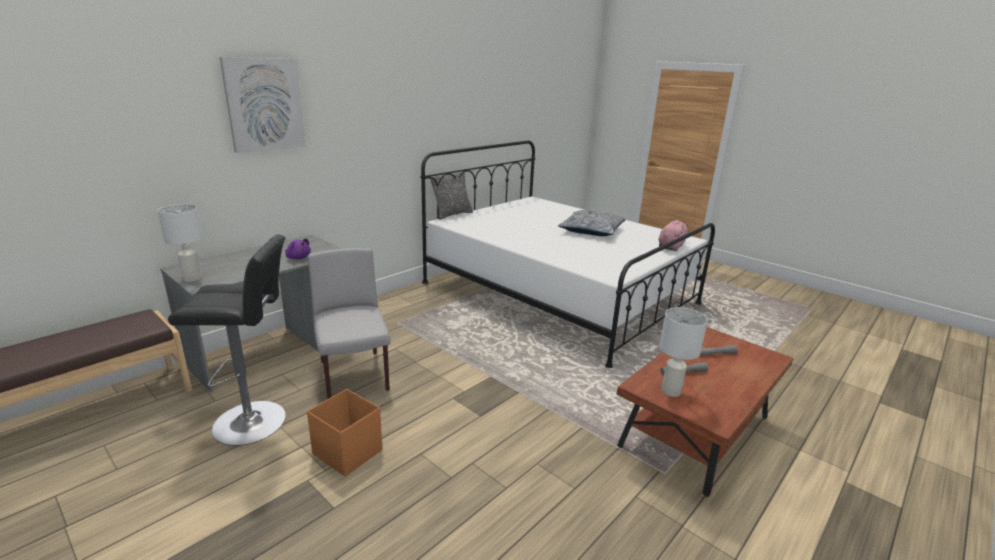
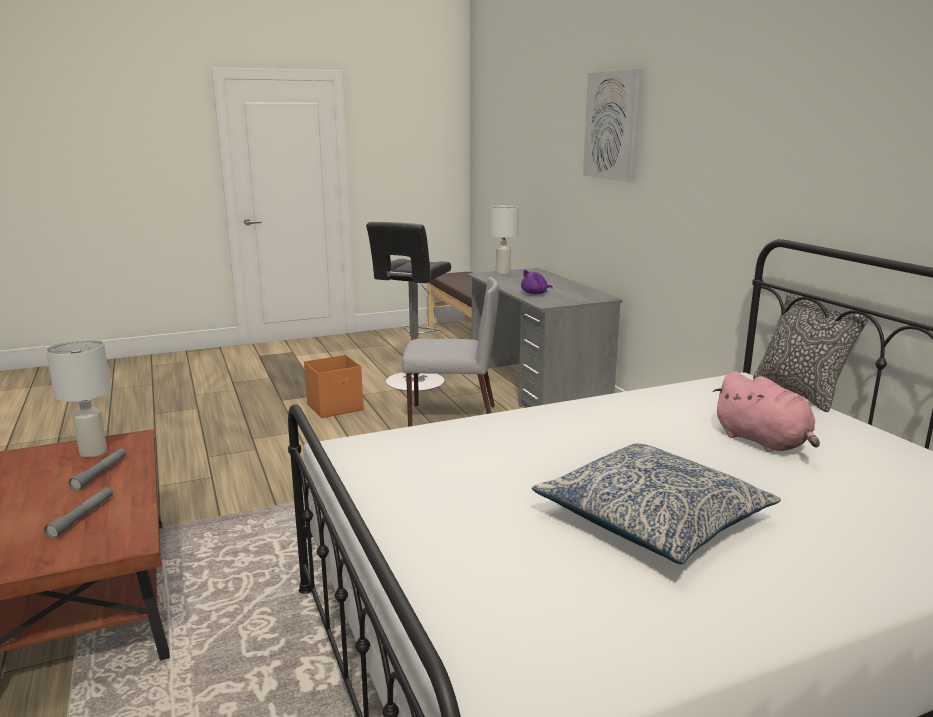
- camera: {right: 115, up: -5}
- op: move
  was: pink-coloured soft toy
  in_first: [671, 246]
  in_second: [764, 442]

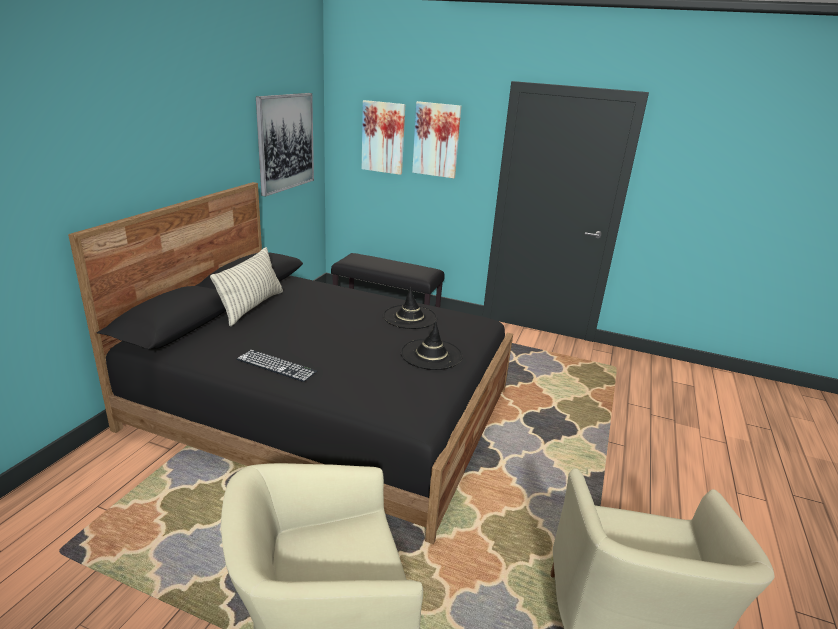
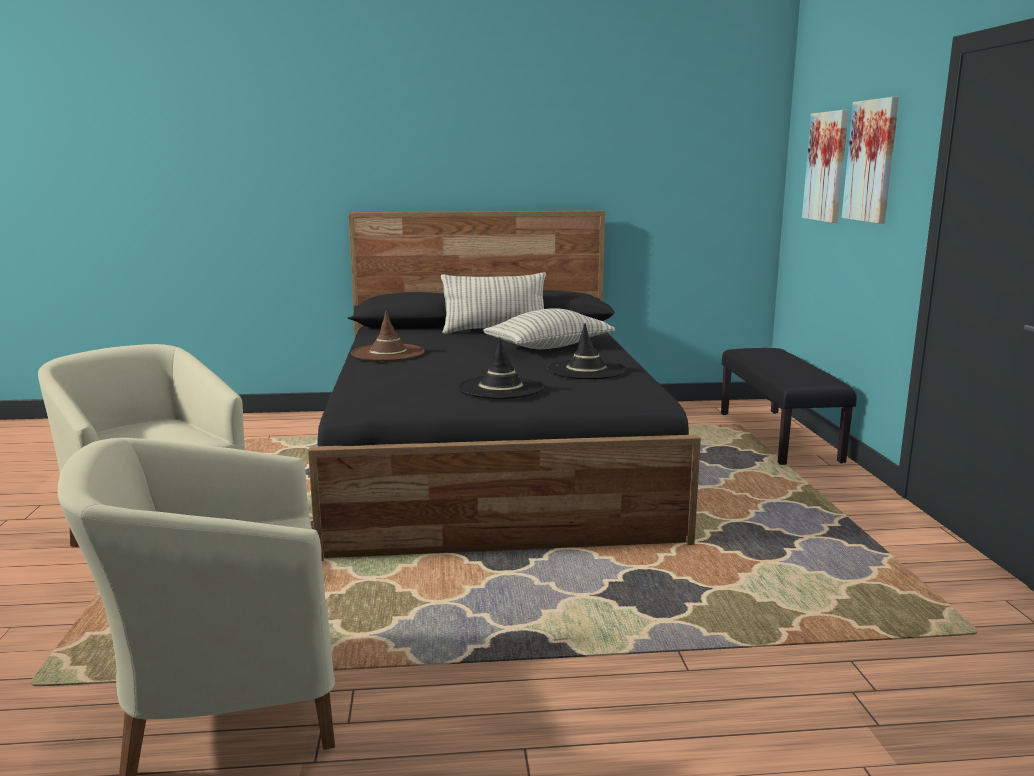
- camera: {right: 65, up: -10}
- op: delete
  was: picture
  in_first: [285, 142]
- op: replace
  was: keyboard
  now: brown hat
  in_first: [276, 365]
  in_second: [388, 353]
- op: insert
  now: cushion
  in_second: [549, 347]

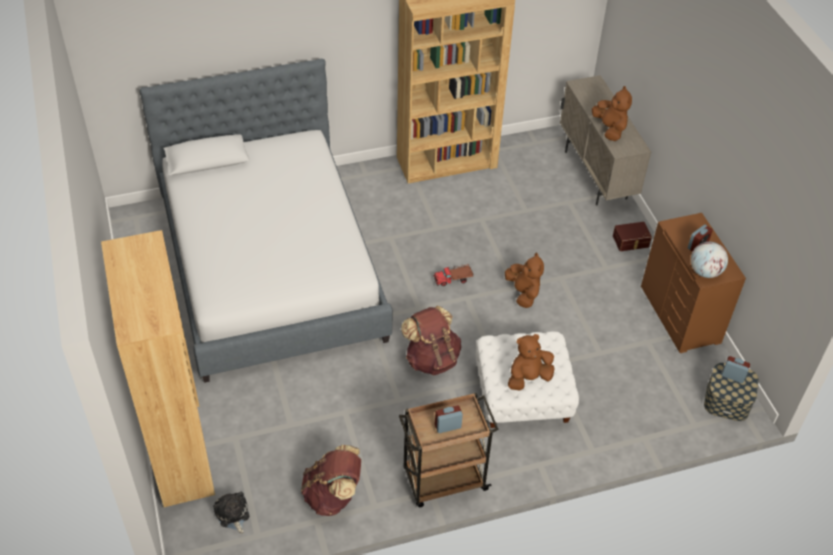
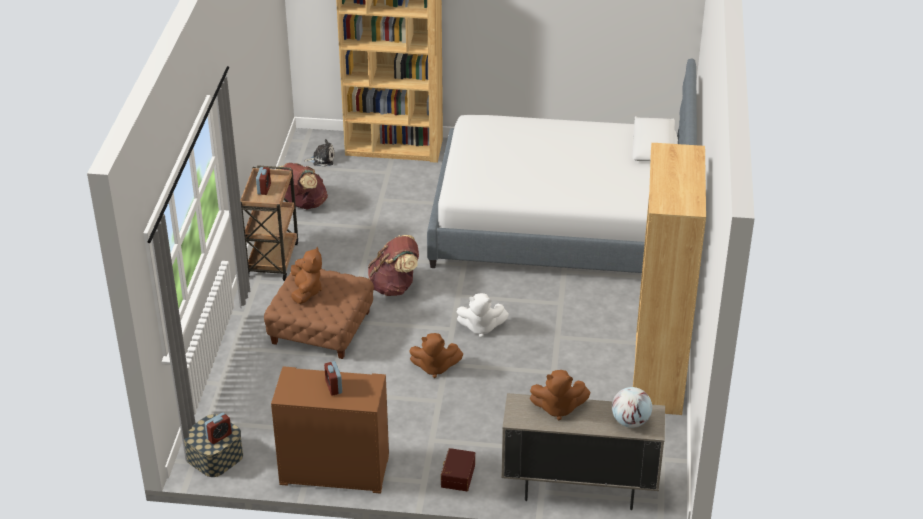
- camera: {right: 115, up: -10}
- op: move
  was: globe
  in_first: [705, 272]
  in_second: [630, 421]
- op: replace
  was: toy truck
  now: white-coloured soft toy
  in_first: [453, 279]
  in_second: [481, 327]
- op: recolor
  was: white-coloured ottoman
  now: brown ottoman
  in_first: [523, 392]
  in_second: [321, 328]

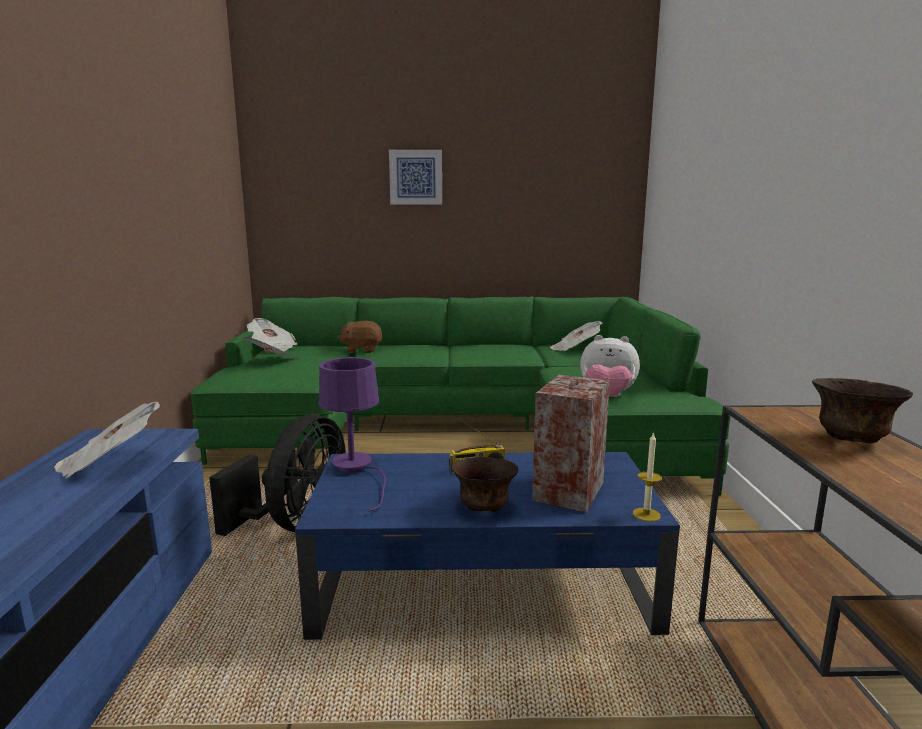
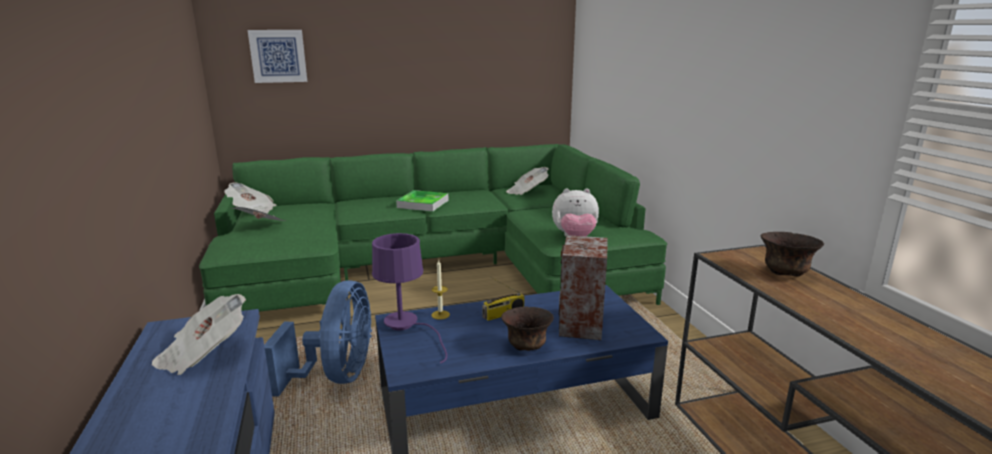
- camera: {right: -15, up: 5}
- op: move
  was: picture
  in_first: [416, 177]
  in_second: [278, 56]
- op: delete
  was: brown soft toy
  in_first: [362, 350]
- op: recolor
  was: black fan
  now: bluish fan
  in_first: [296, 524]
  in_second: [337, 376]
- op: move
  was: candle
  in_first: [646, 514]
  in_second: [440, 315]
- op: insert
  now: tray
  in_second: [423, 204]

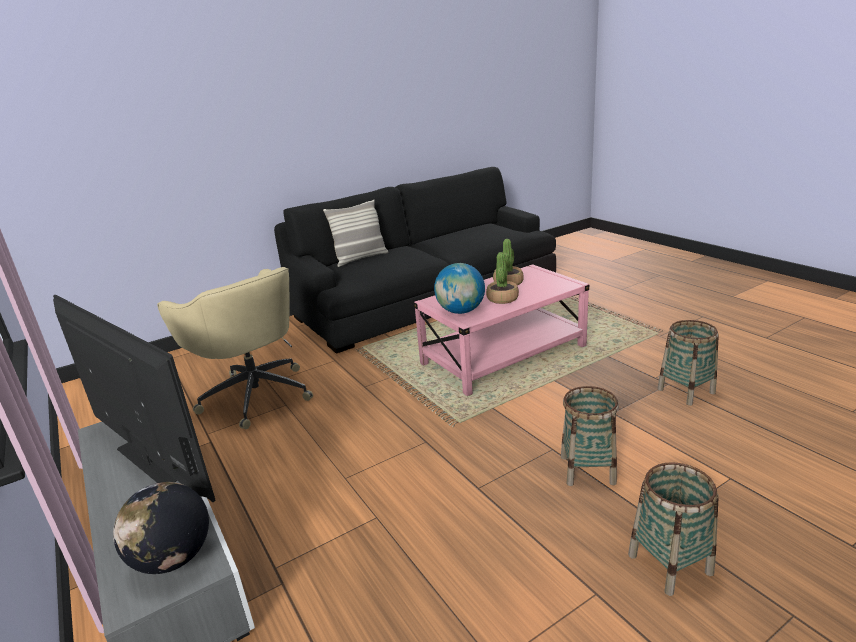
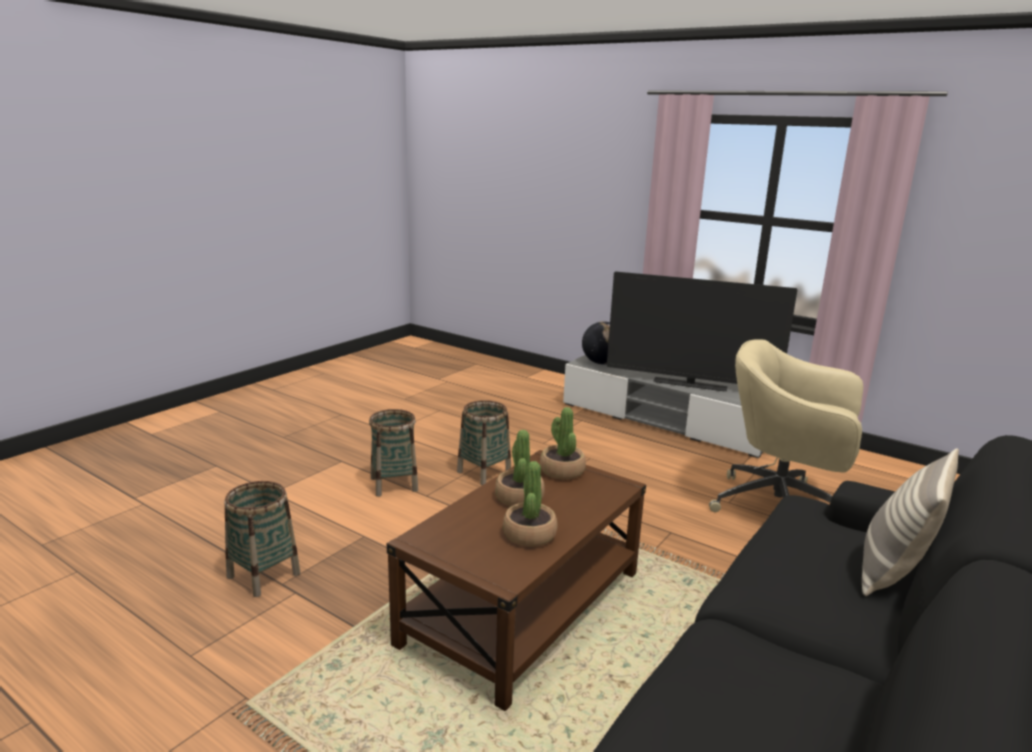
- camera: {right: 155, up: -5}
- op: replace
  was: globe
  now: houseplant
  in_first: [461, 311]
  in_second: [562, 471]
- op: recolor
  was: pink-coloured lounge table
  now: brown lounge table
  in_first: [503, 355]
  in_second: [523, 607]
- op: move
  was: household basket
  in_first: [670, 564]
  in_second: [483, 472]

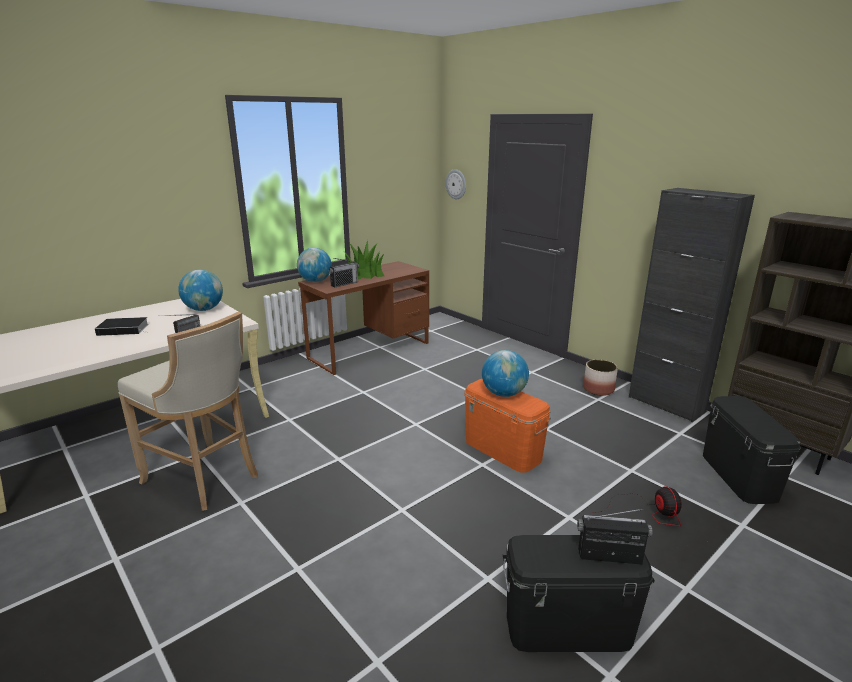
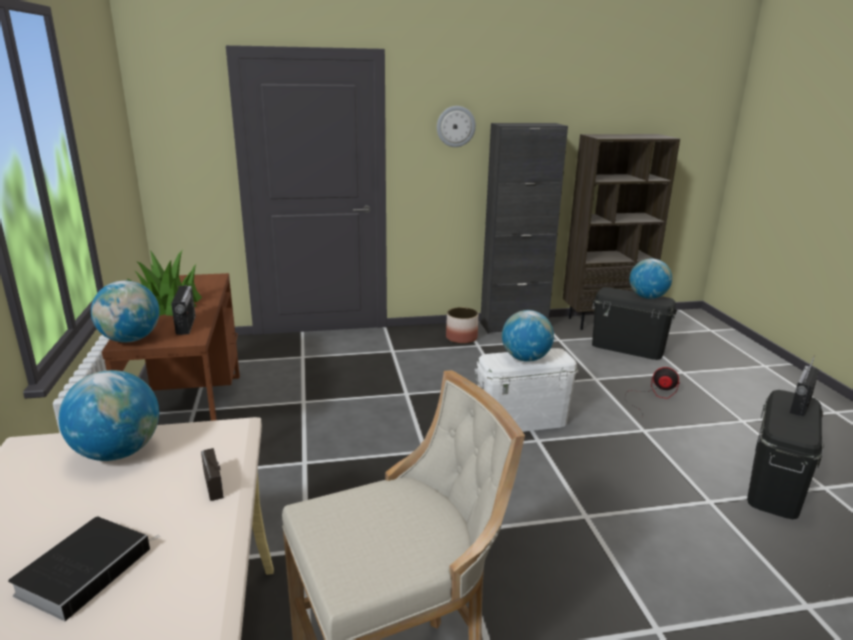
- camera: {right: -60, up: 0}
- op: move
  was: clock on the wall
  in_first: [456, 184]
  in_second: [455, 126]
- op: recolor
  was: orange-coloured storage bin
  now: white-coloured storage bin
  in_first: [503, 450]
  in_second: [522, 420]
- op: insert
  now: globe
  in_second: [647, 297]

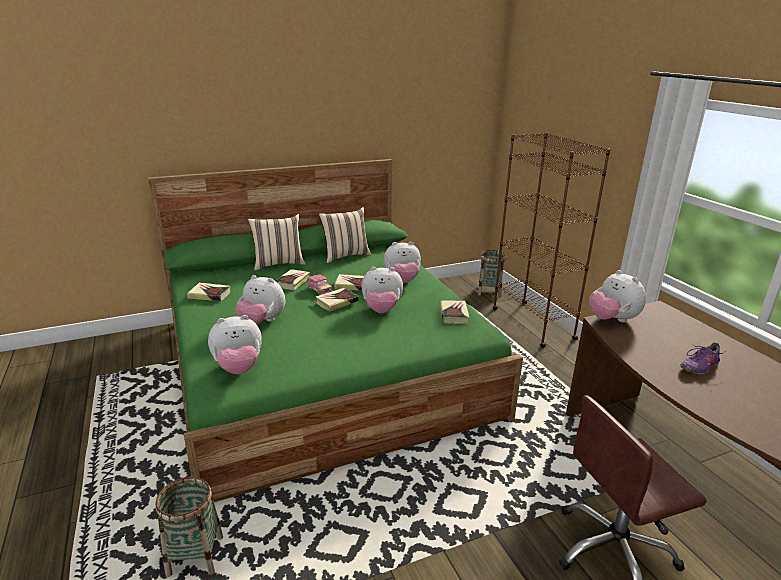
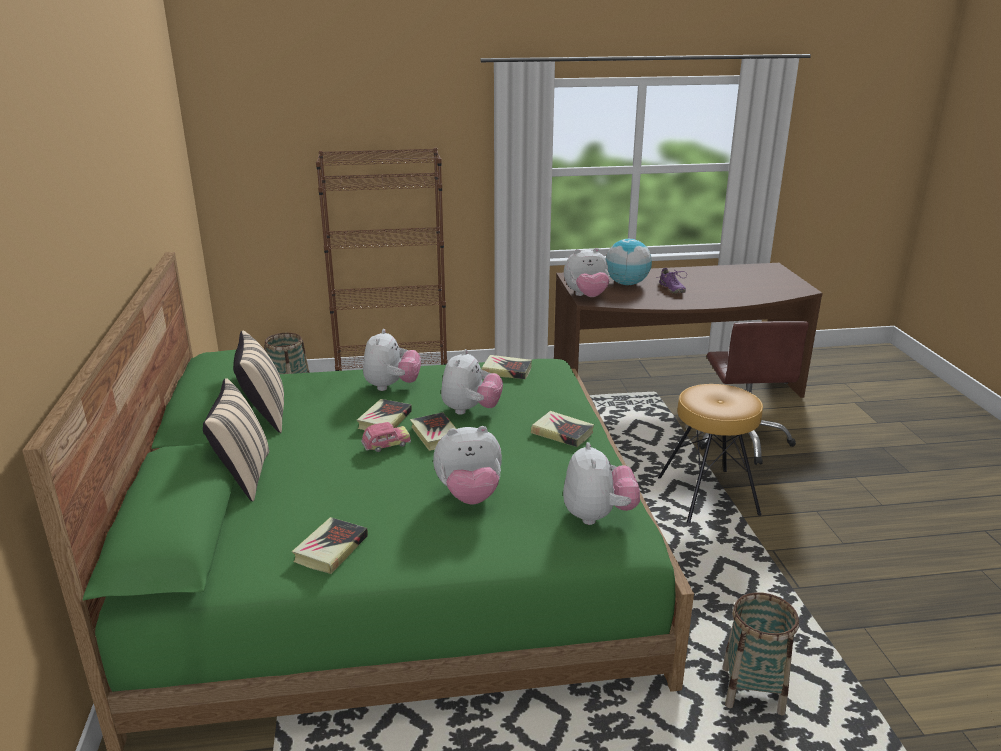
- camera: {right: -75, up: 0}
- op: move
  was: volume
  in_first: [292, 282]
  in_second: [562, 433]
- op: rotate
  was: soft toy
  in_first: [262, 322]
  in_second: [469, 496]
  clockwise: 45
- op: insert
  now: globe
  in_second: [626, 284]
- op: insert
  now: brown stool seat
  in_second: [708, 495]

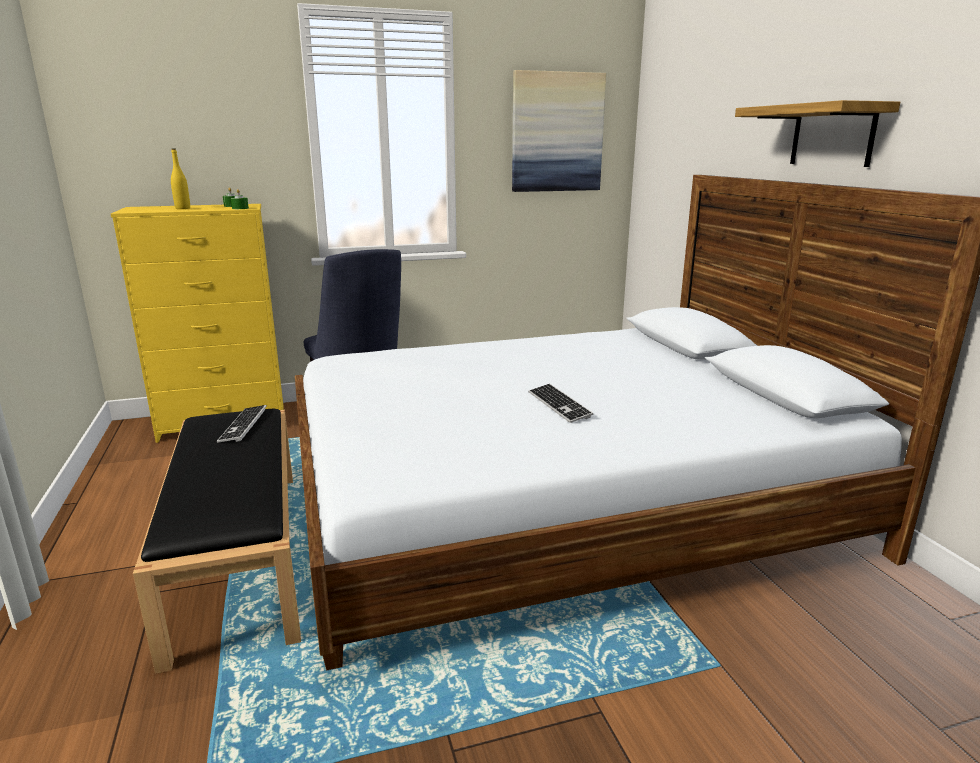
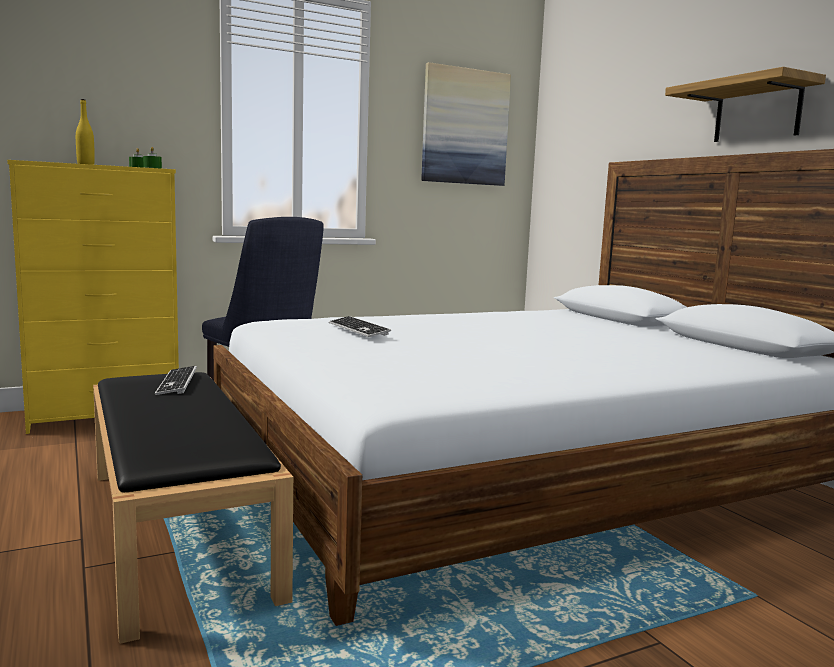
- camera: {right: -10, up: -10}
- op: move
  was: keyboard
  in_first: [559, 405]
  in_second: [358, 329]

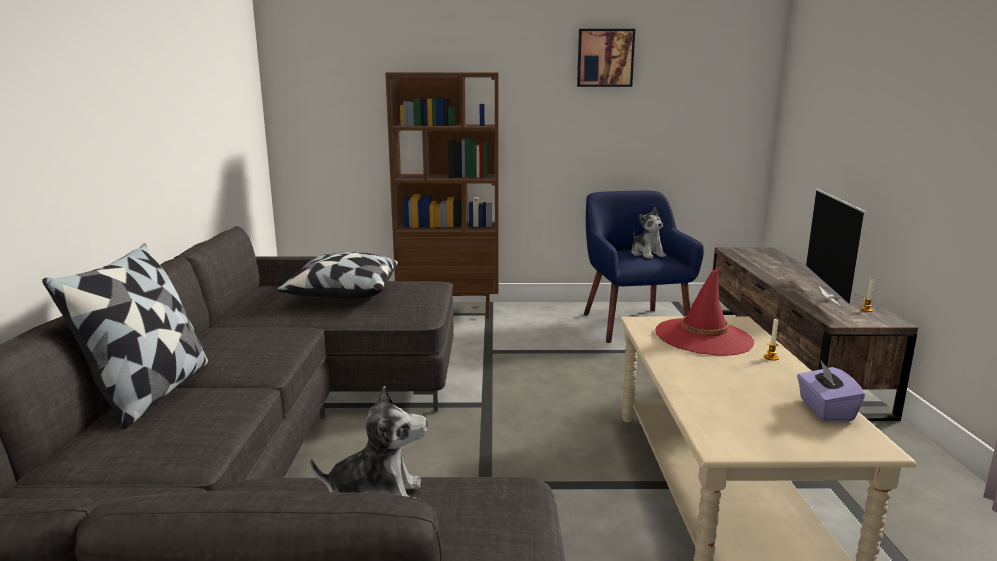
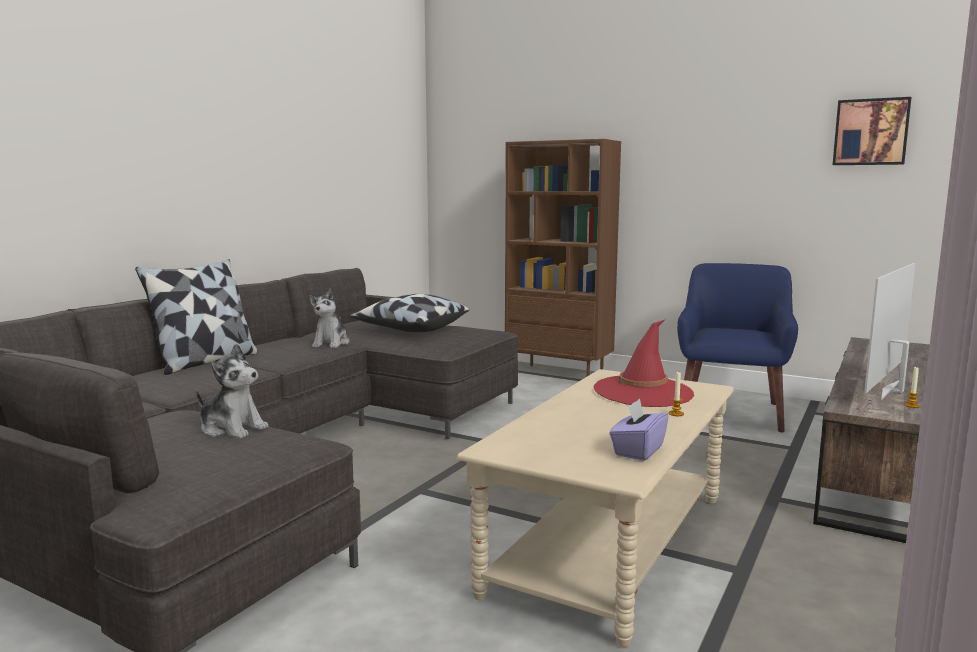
- camera: {right: 30, up: -5}
- op: move
  was: picture
  in_first: [605, 58]
  in_second: [871, 132]
- op: move
  was: soft toy
  in_first: [647, 254]
  in_second: [331, 343]

